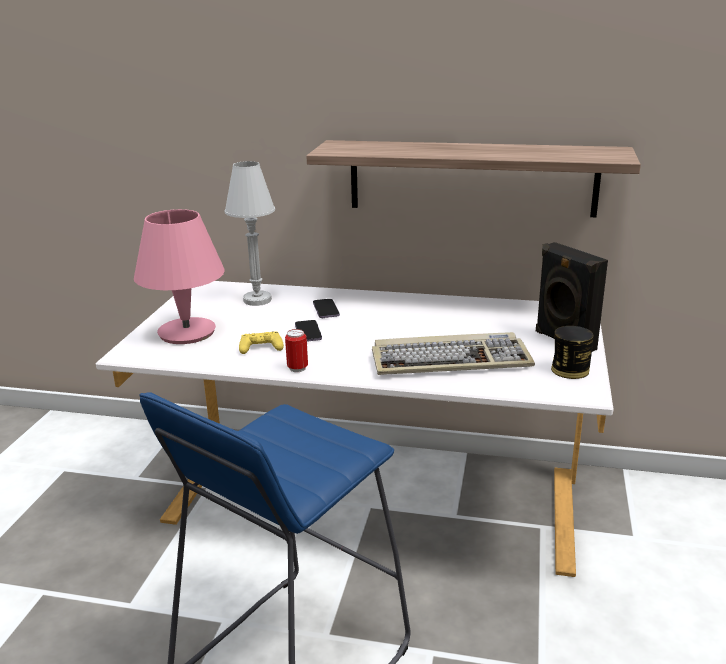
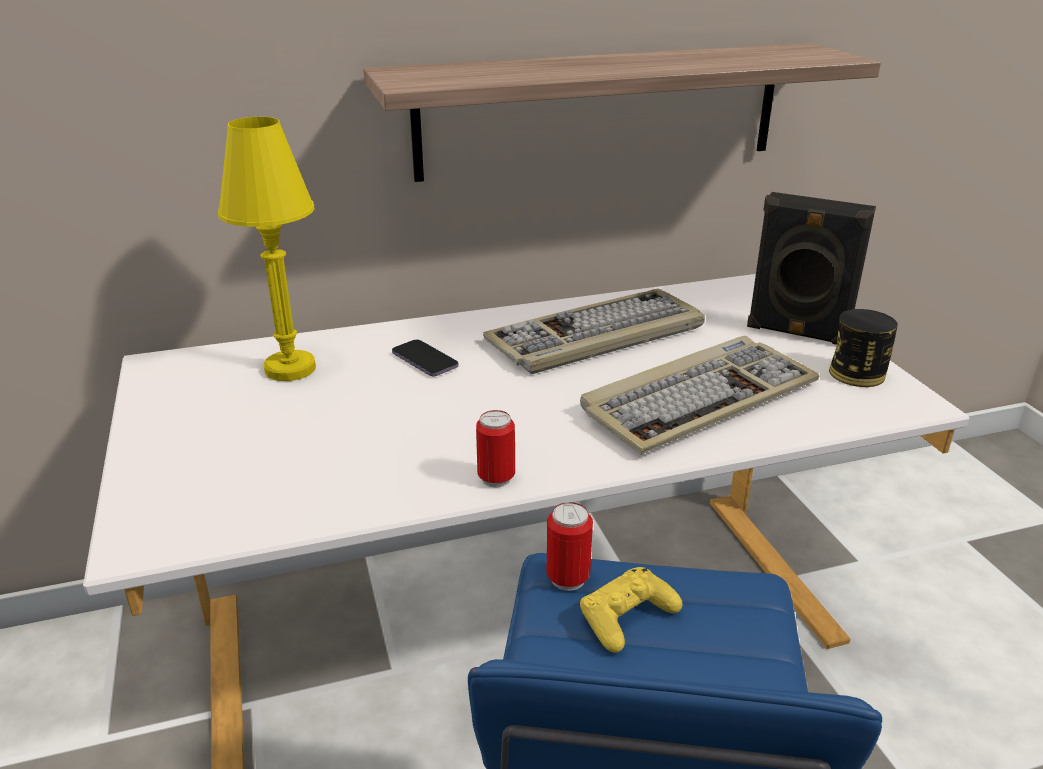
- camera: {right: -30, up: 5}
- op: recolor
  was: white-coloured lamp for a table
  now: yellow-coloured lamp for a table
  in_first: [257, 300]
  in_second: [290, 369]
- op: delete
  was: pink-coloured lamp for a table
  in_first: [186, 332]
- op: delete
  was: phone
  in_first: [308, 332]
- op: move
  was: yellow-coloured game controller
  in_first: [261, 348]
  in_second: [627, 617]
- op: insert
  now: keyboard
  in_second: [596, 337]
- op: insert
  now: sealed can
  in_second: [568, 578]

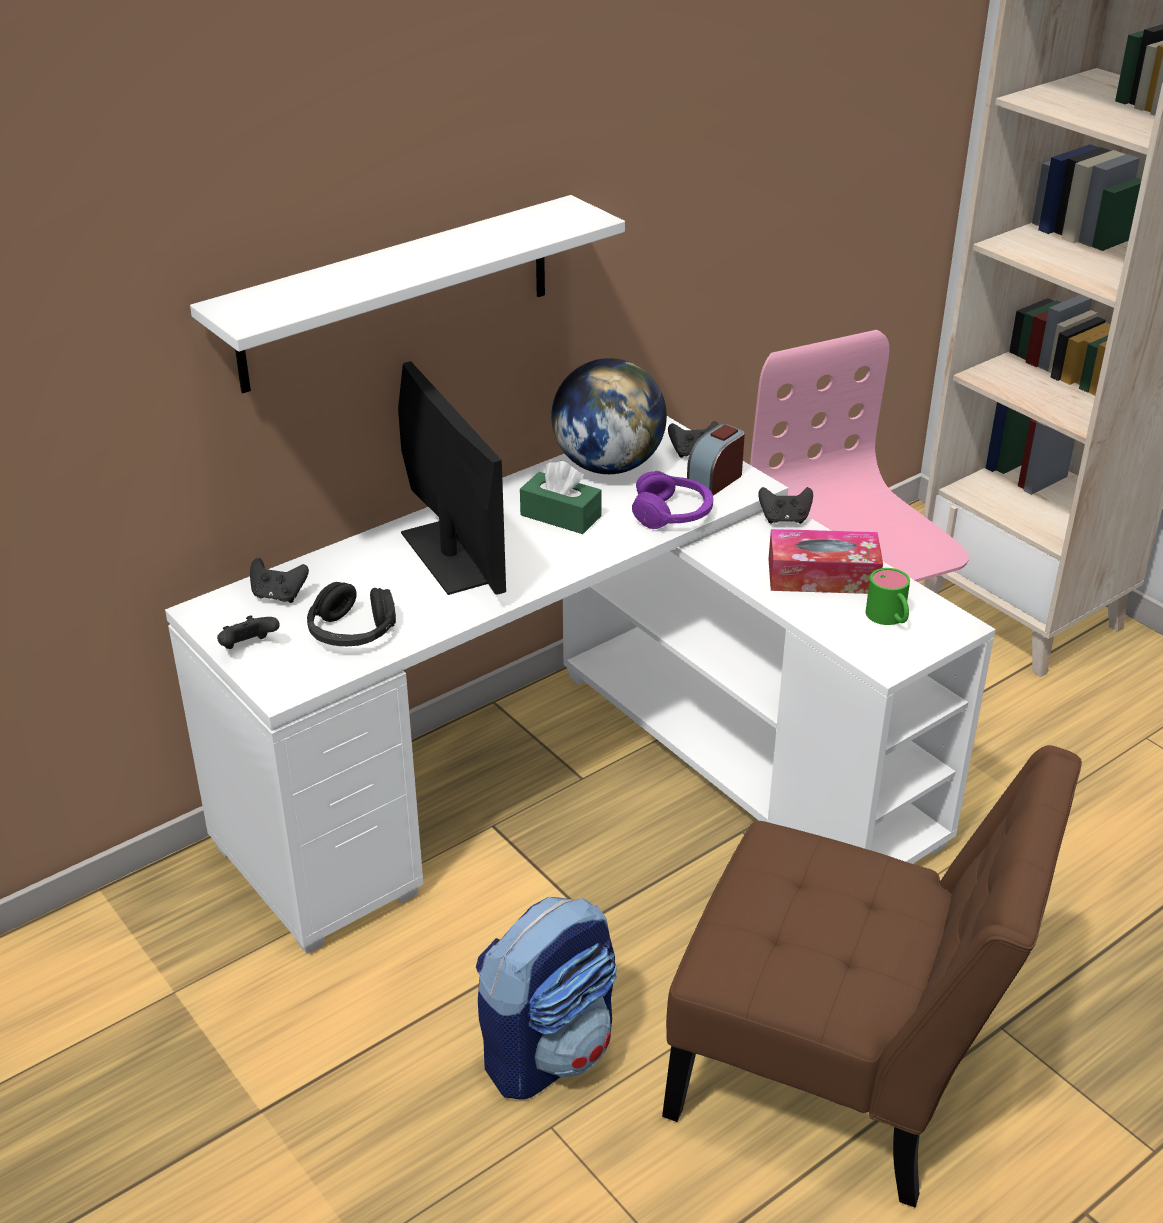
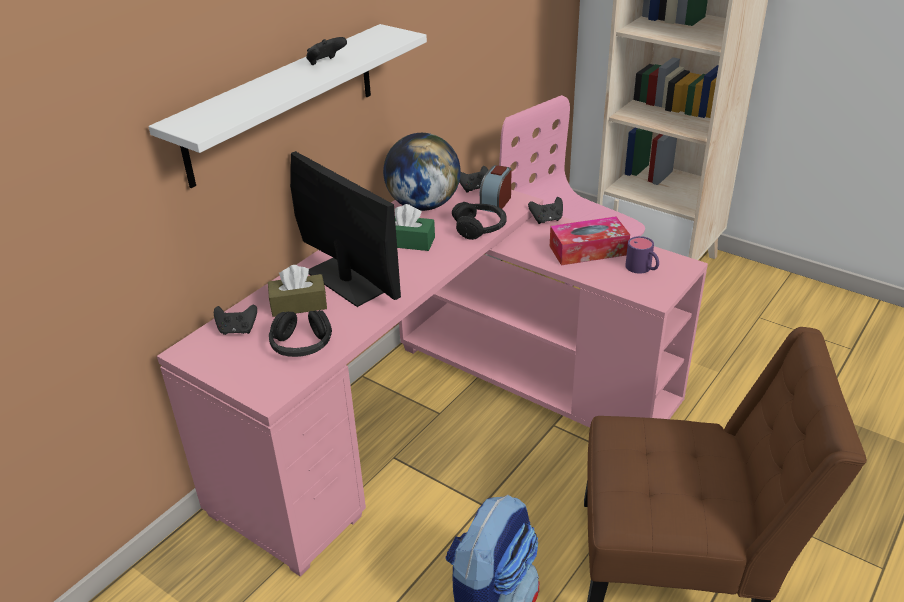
- camera: {right: -15, up: 0}
- op: recolor
  was: white-coloured desk table
  now: pink-coloured desk table
  in_first: [584, 783]
  in_second: [442, 416]
- op: recolor
  was: purplish pair of headphones
  now: black pair of headphones
  in_first: [672, 514]
  in_second: [480, 228]
- op: recolor
  was: green-coloured tea mug
  now: purplish tea mug
  in_first: [889, 618]
  in_second: [642, 269]
- op: move
  was: black game controller
  in_first: [248, 648]
  in_second: [325, 63]
- op: insert
  now: brown tissue holder
  in_second: [299, 305]

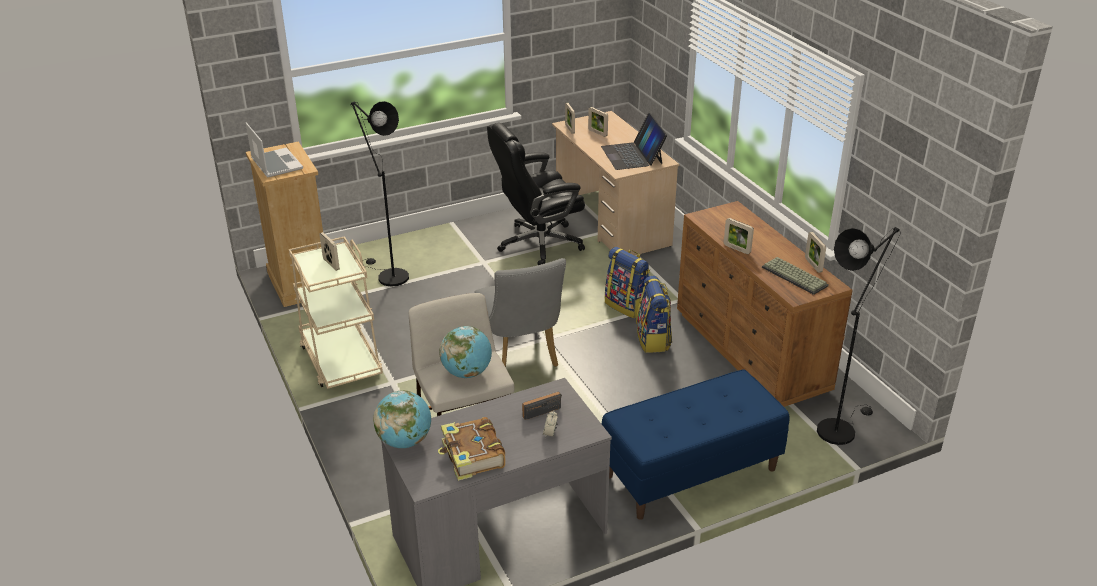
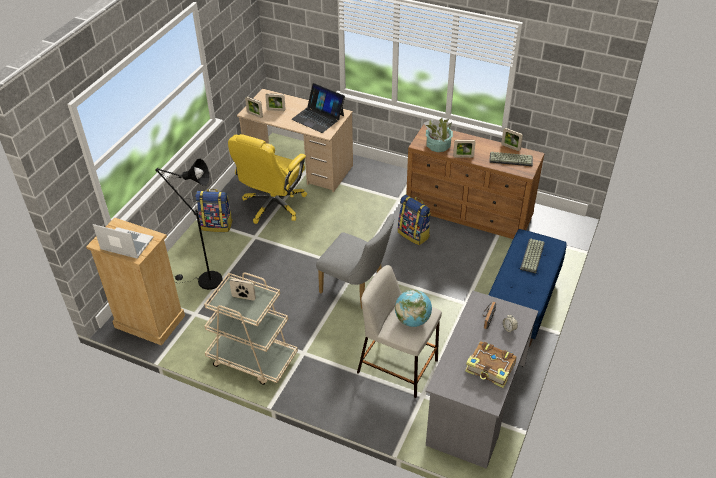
- camera: {right: -40, up: 10}
- op: recolor
  was: black computer chair
  now: yellow-coloured computer chair
  in_first: [538, 244]
  in_second: [273, 205]
- op: delete
  was: black standard lamp
  in_first: [839, 428]
- op: move
  was: backpack
  in_first: [627, 306]
  in_second: [217, 225]
- op: delete
  was: globe
  in_first: [405, 441]
- op: insert
  now: houseplant
  in_second: [438, 145]
- op: insert
  now: keyboard
  in_second: [533, 256]

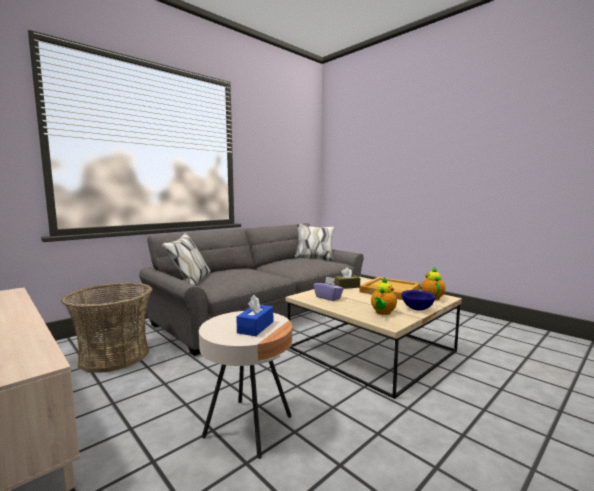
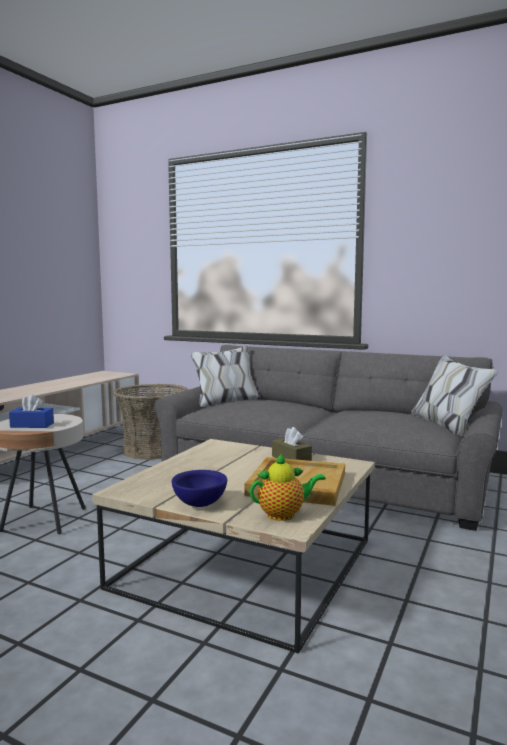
- camera: {right: 70, up: 0}
- op: delete
  was: purplish tissue holder
  in_first: [328, 297]
- op: delete
  was: teapot
  in_first: [382, 312]

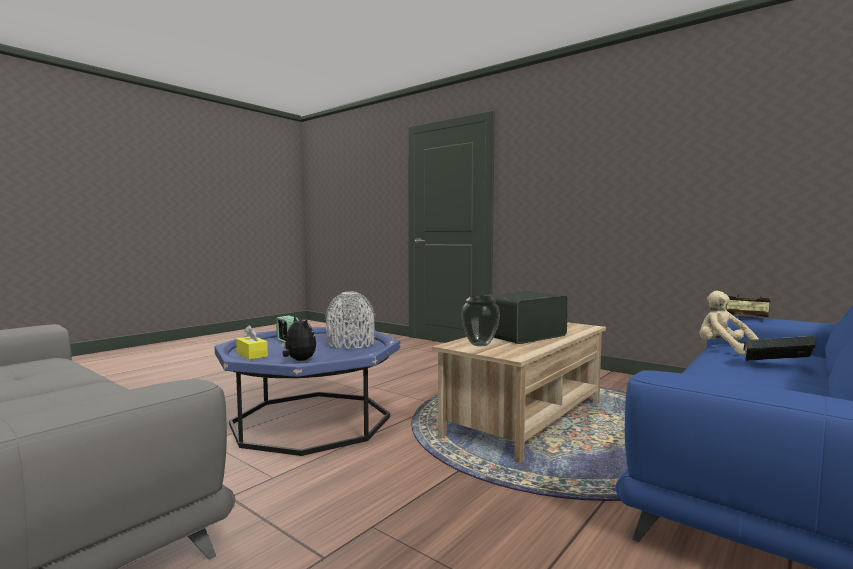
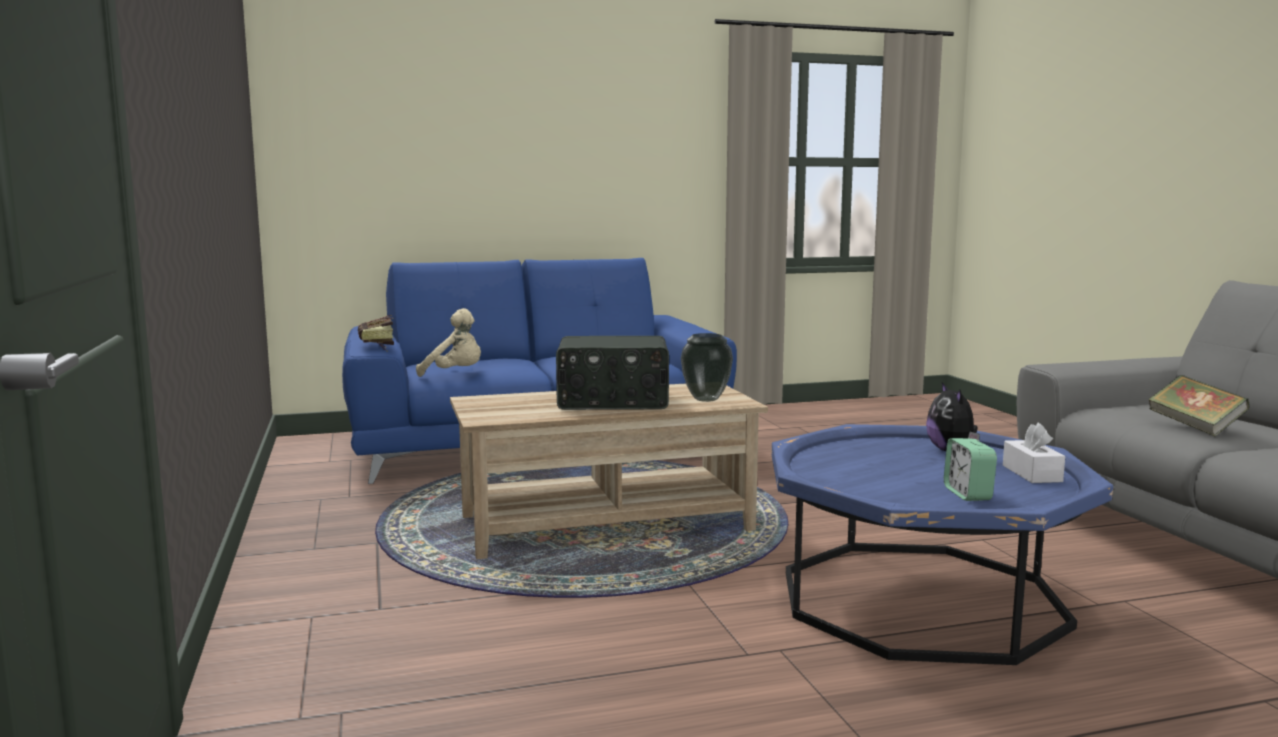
- camera: {right: -145, up: 5}
- op: rotate
  was: beige soft toy
  in_first: [724, 349]
  in_second: [455, 374]
  clockwise: -75
- op: delete
  was: greyish decorative vase
  in_first: [350, 344]
- op: recolor
  was: yellow-coloured tissue holder
  now: white-coloured tissue holder
  in_first: [252, 354]
  in_second: [1032, 473]
- op: move
  was: volume
  in_first: [775, 366]
  in_second: [1195, 427]

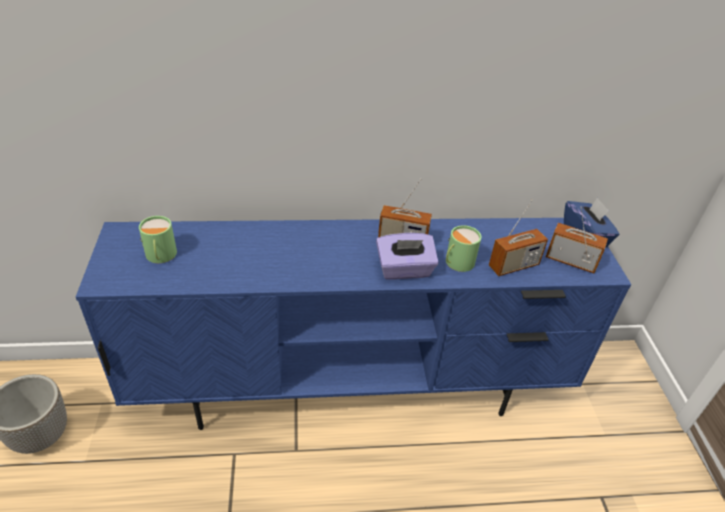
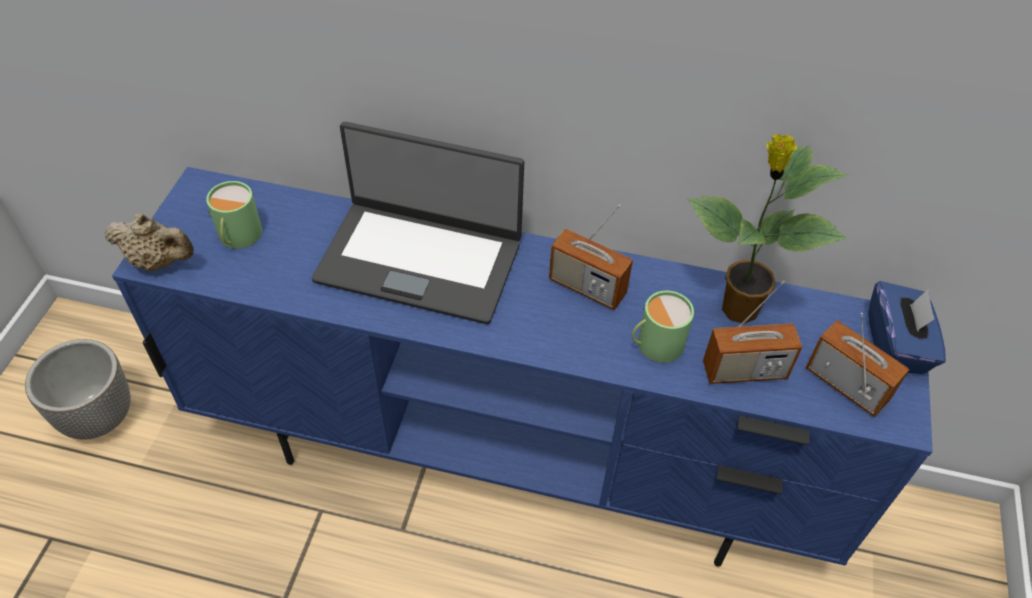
- camera: {right: 20, up: 10}
- op: delete
  was: purplish tissue holder
  in_first: [404, 270]
- op: insert
  now: portable computer
  in_second: [420, 259]
- op: insert
  now: houseplant
  in_second: [737, 309]
- op: insert
  now: beige teapot
  in_second: [159, 261]

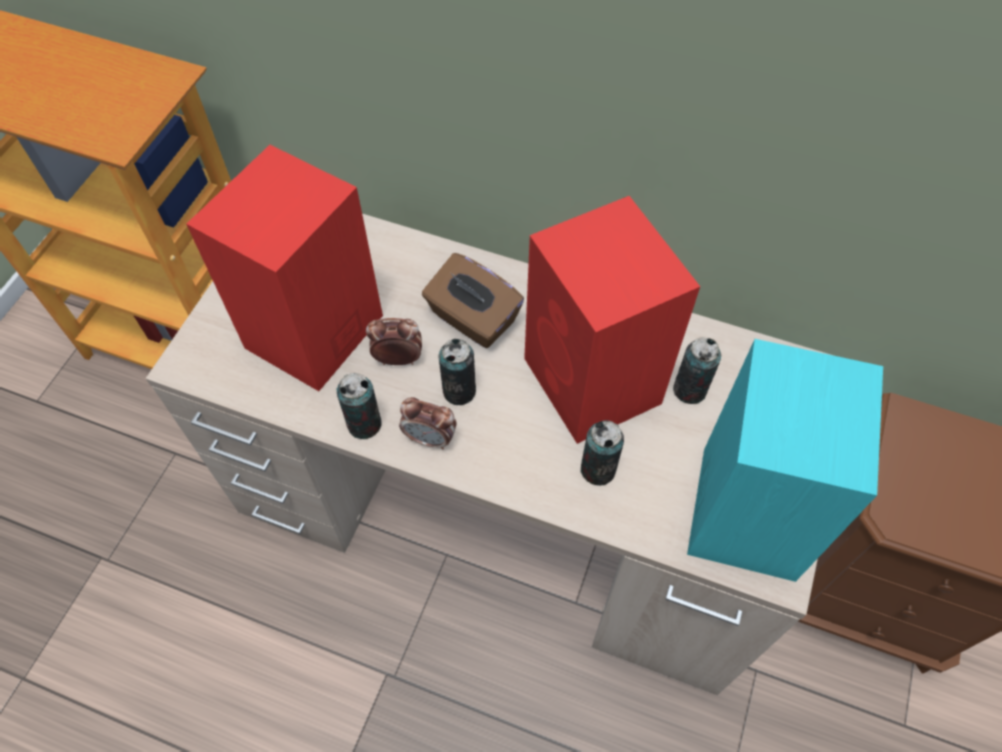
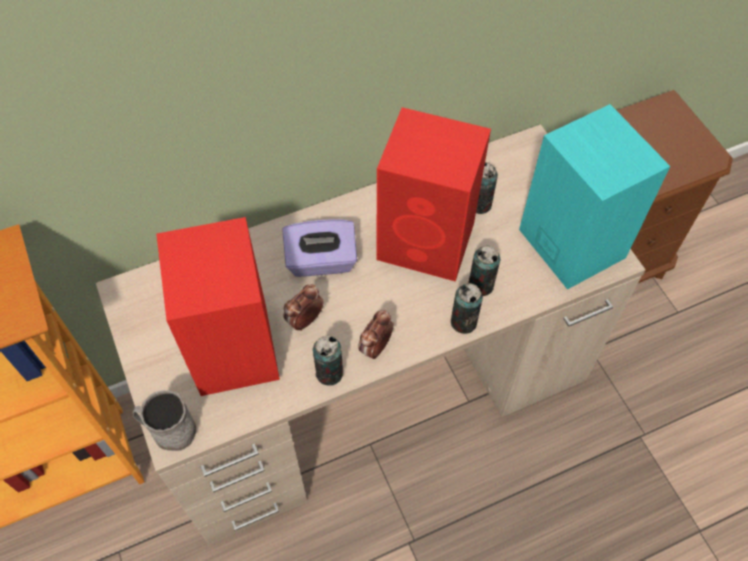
- camera: {right: -45, up: 0}
- op: recolor
  was: brown tissue holder
  now: purplish tissue holder
  in_first: [472, 319]
  in_second: [321, 261]
- op: move
  was: sealed can
  in_first: [459, 391]
  in_second: [463, 322]
- op: rotate
  was: bedside clock
  in_first: [430, 438]
  in_second: [376, 347]
  clockwise: 150
- op: insert
  now: greyish tea mug
  in_second: [168, 430]

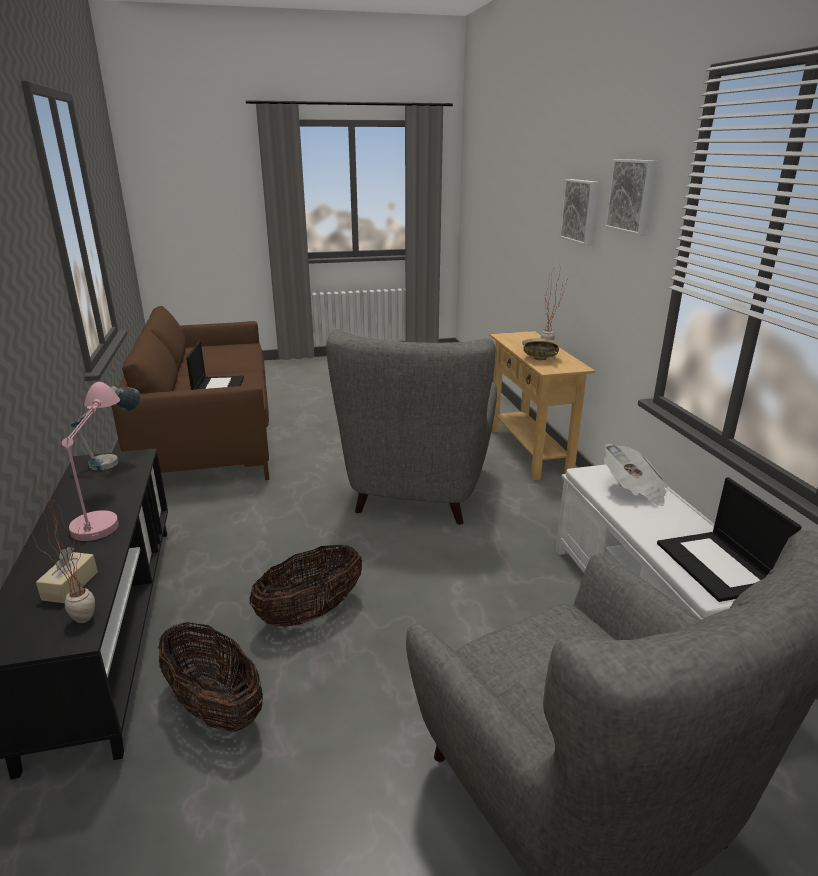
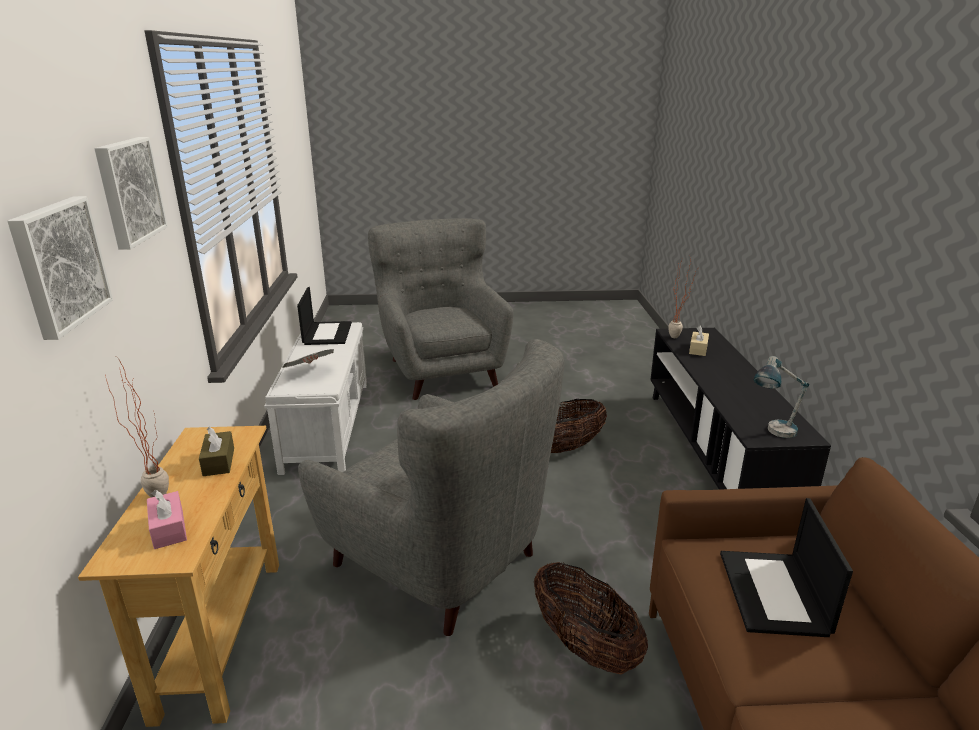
- camera: {right: -170, up: 0}
- op: rotate
  was: greyish armchair
  in_first: [418, 491]
  in_second: [440, 562]
  clockwise: 105
- op: replace
  was: beige serving bowl
  now: brown tissue holder
  in_first: [539, 358]
  in_second: [219, 462]
- op: delete
  was: pink-coloured lamp for a table
  in_first: [106, 508]
- op: move
  was: household basket
  in_first: [215, 706]
  in_second: [584, 646]
- op: insert
  now: pink-coloured tissue holder
  in_second: [168, 529]

